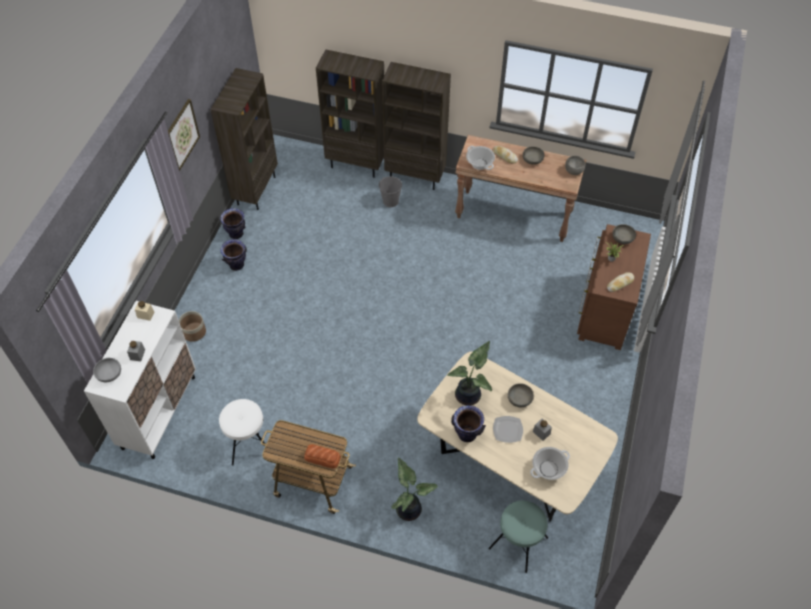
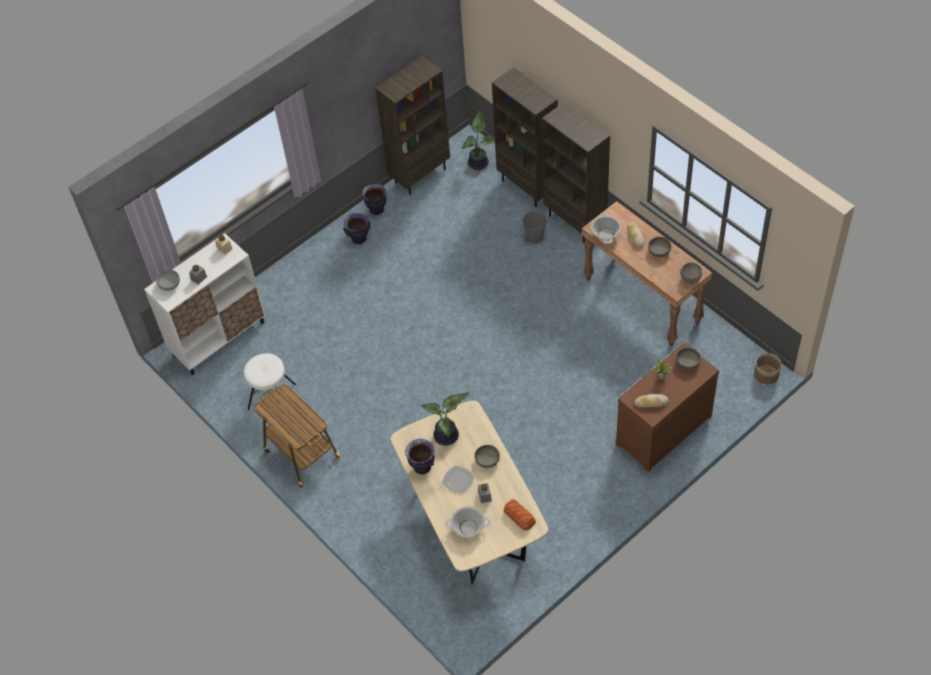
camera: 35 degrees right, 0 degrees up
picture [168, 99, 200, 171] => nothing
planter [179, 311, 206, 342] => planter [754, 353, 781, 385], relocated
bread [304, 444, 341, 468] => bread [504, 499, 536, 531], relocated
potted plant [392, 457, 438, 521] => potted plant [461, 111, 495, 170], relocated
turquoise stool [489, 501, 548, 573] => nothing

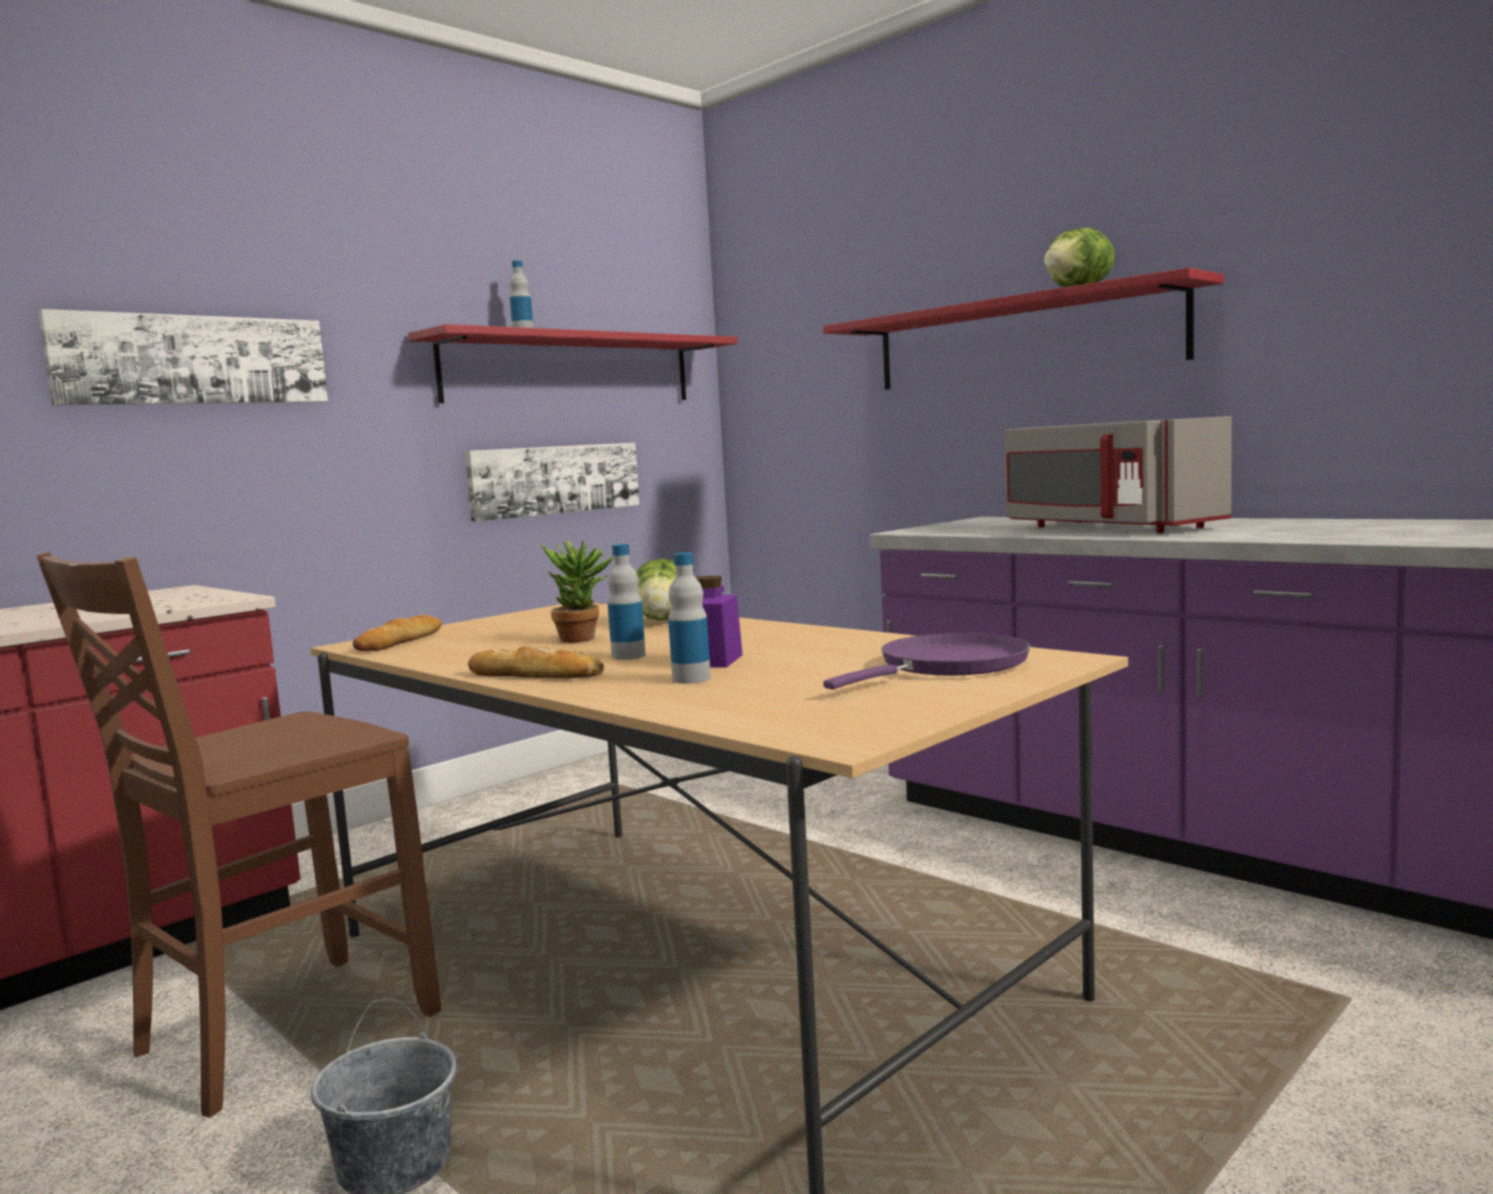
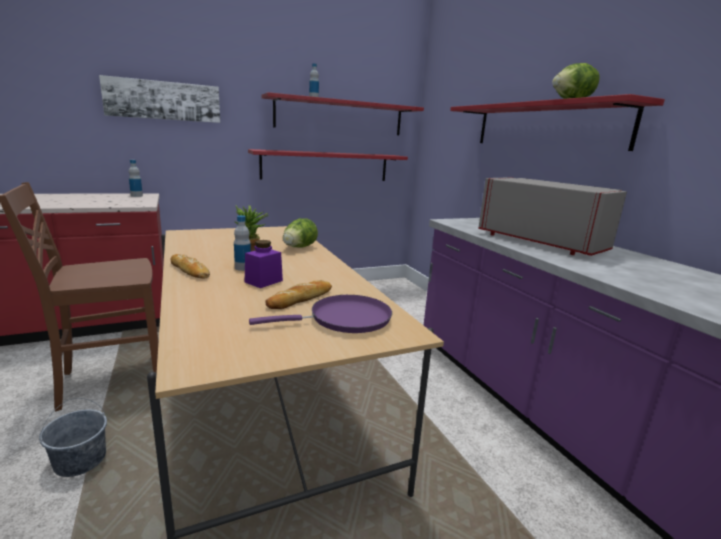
camera: 20 degrees right, 10 degrees up
bread [353, 615, 442, 651] => bread [265, 280, 332, 309], relocated
picture [465, 443, 640, 522] => red shelf [248, 149, 408, 181]
bottle [668, 552, 711, 684] => bottle [129, 160, 143, 197], relocated
grey microwave [1004, 416, 1232, 533] => grey microwave [478, 177, 627, 256], 150 degrees clockwise

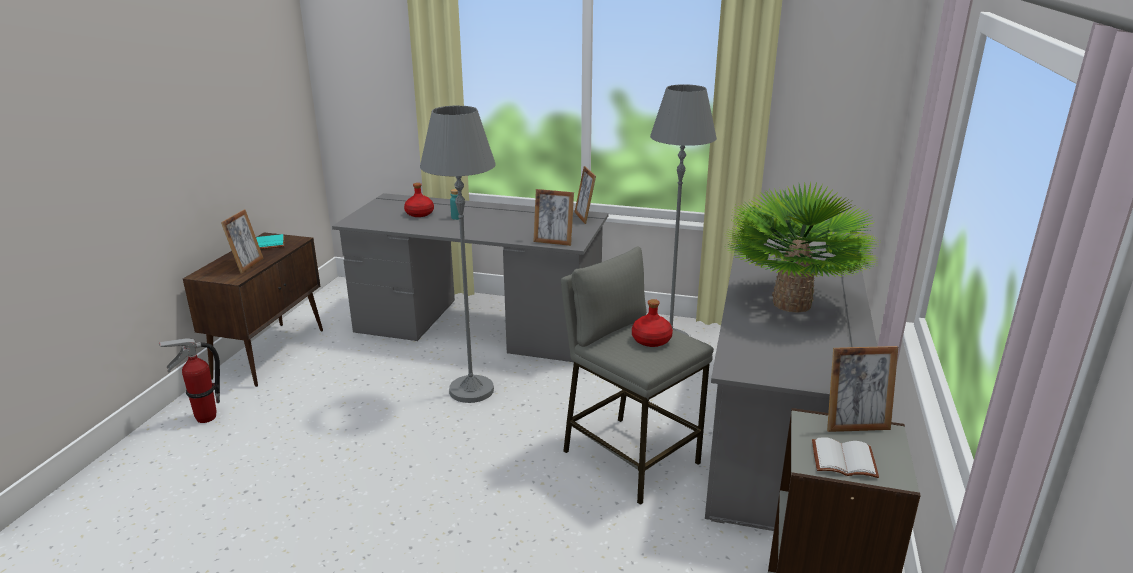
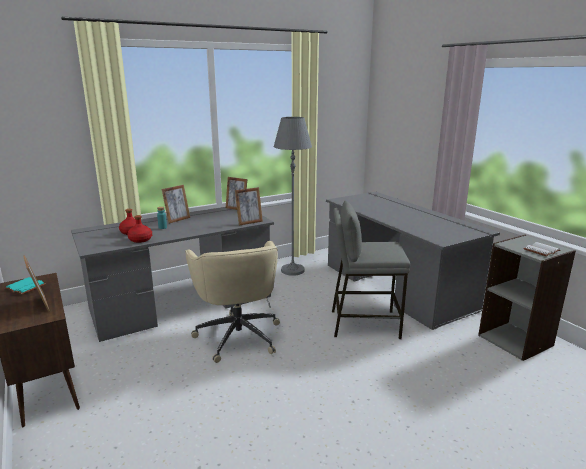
camera: 45 degrees left, 5 degrees down
fire extinguisher [159, 338, 220, 423] => nothing
grey floor lamp [420, 106, 496, 403] => beige office chair [185, 241, 280, 363]
red bottle [632, 299, 673, 347] => red bottle [127, 215, 152, 243], relocated
potted plant [726, 182, 875, 313] => nothing
picture frame [827, 346, 898, 432] => picture frame [162, 185, 190, 224], relocated

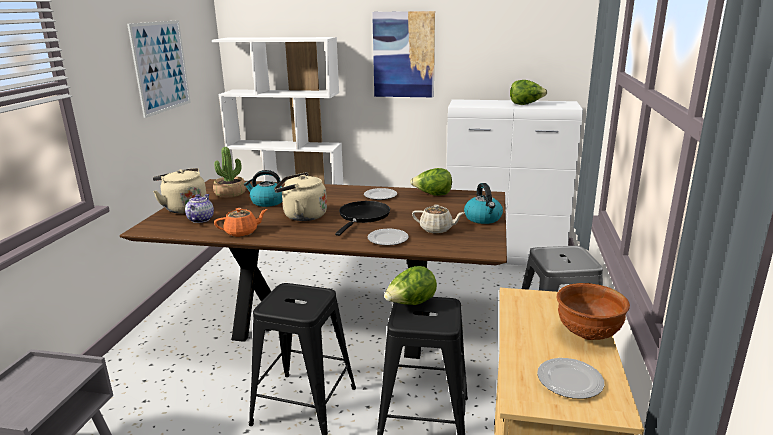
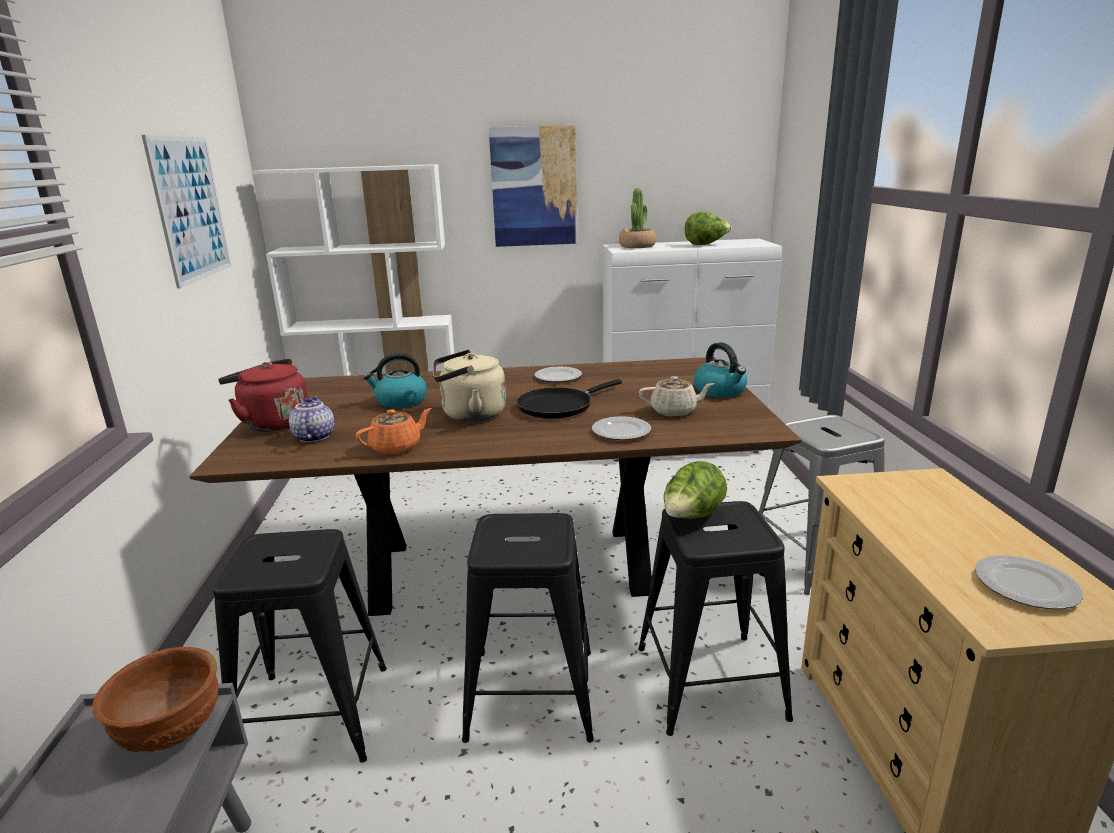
camera: 15 degrees left, 0 degrees up
beige kettle [153, 168, 206, 213] => red kettle [218, 359, 308, 432]
potted plant [213, 147, 246, 197] => potted plant [619, 188, 656, 248], relocated
black frying pan [335, 201, 390, 236] => black frying pan [517, 379, 622, 419], 135 degrees counterclockwise
lettuce [410, 168, 452, 196] => nothing
brown bowl [557, 283, 630, 340] => brown bowl [92, 647, 219, 752], relocated
nothing => black stool [213, 529, 387, 763]

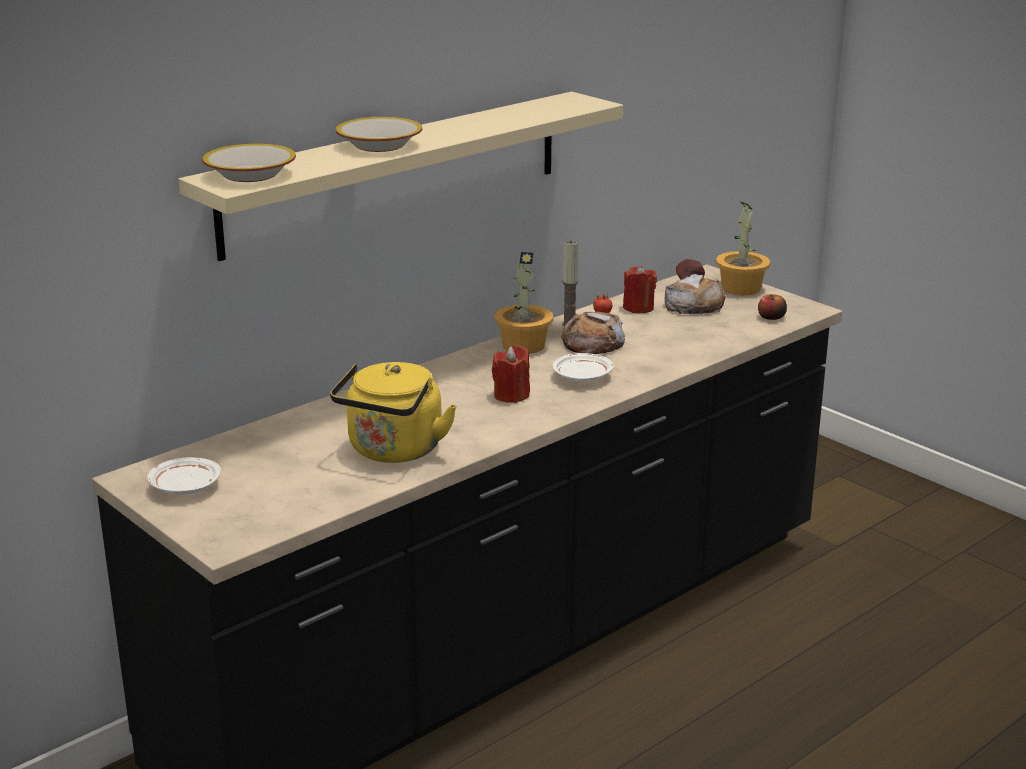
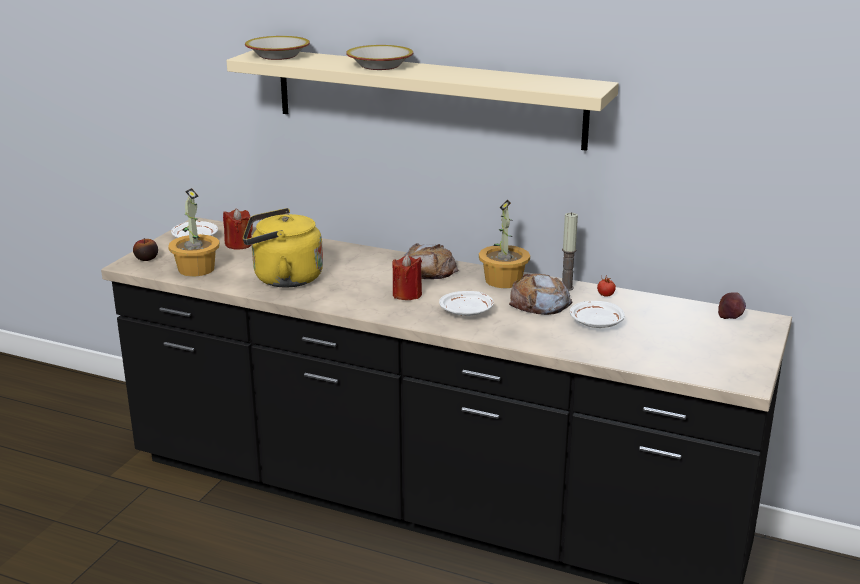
camera: 65 degrees right, 0 degrees up
red candle [623, 265, 657, 313] => red candle [223, 209, 253, 250], relocated
bread [665, 274, 726, 314] => bread [403, 243, 458, 279], relocated
potted plant [716, 202, 771, 295] => potted plant [168, 188, 220, 277], relocated
apple [758, 294, 787, 320] => apple [133, 238, 158, 261], relocated
nothing => white plate [570, 301, 625, 328]

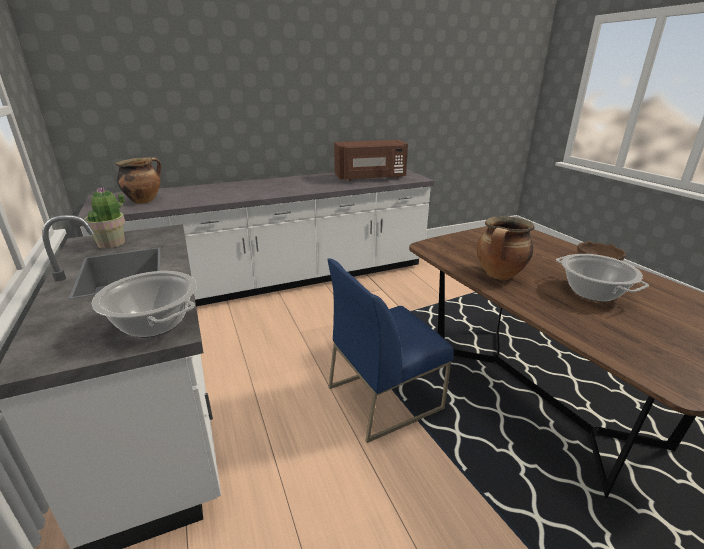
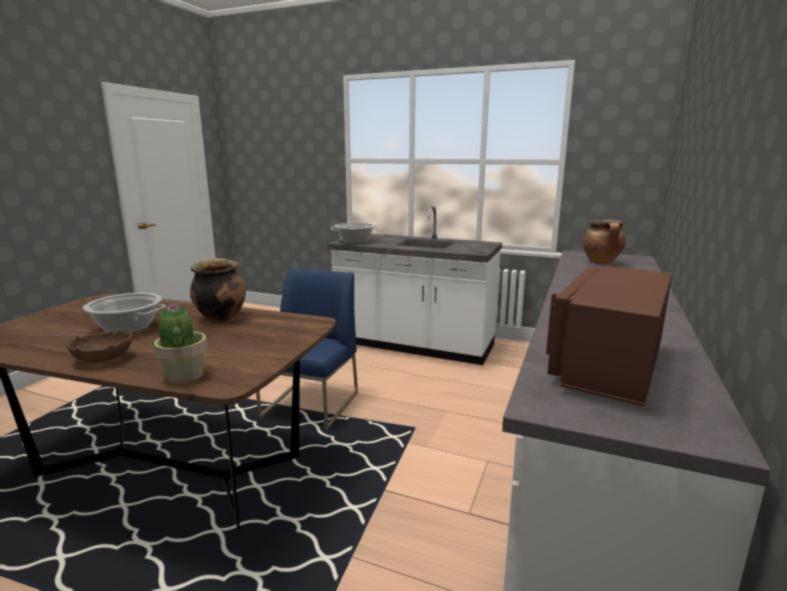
camera: 135 degrees right, 10 degrees down
potted plant [84, 188, 125, 249] => potted plant [154, 303, 207, 384], relocated

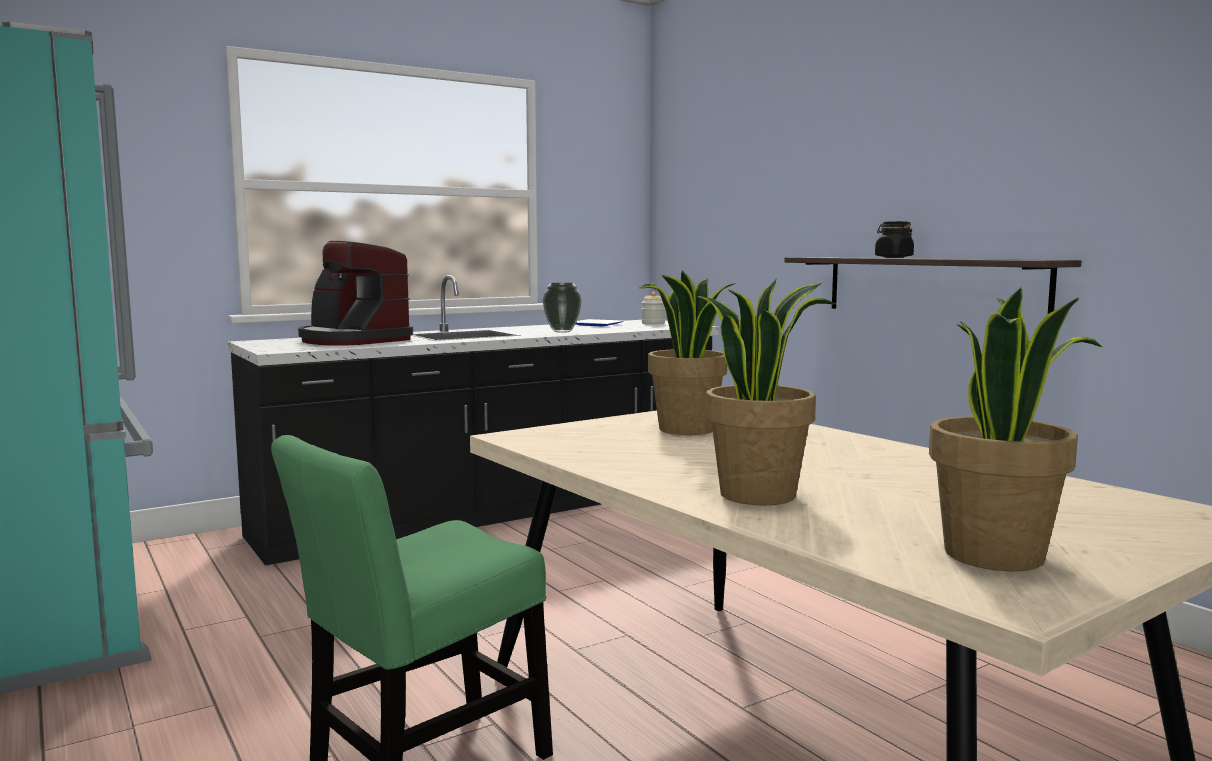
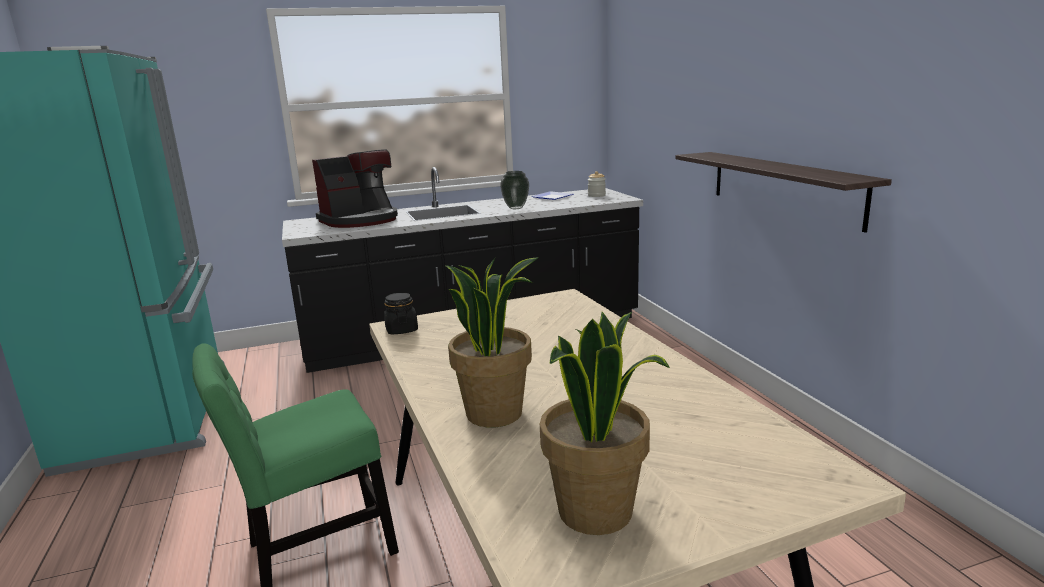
camera: 15 degrees right, 10 degrees up
coffee machine [298, 241, 413, 346] => coffee machine [312, 149, 398, 228], 90 degrees counterclockwise
potted plant [639, 271, 736, 435] => nothing
black jar [875, 221, 914, 258] => black jar [384, 293, 418, 335], relocated

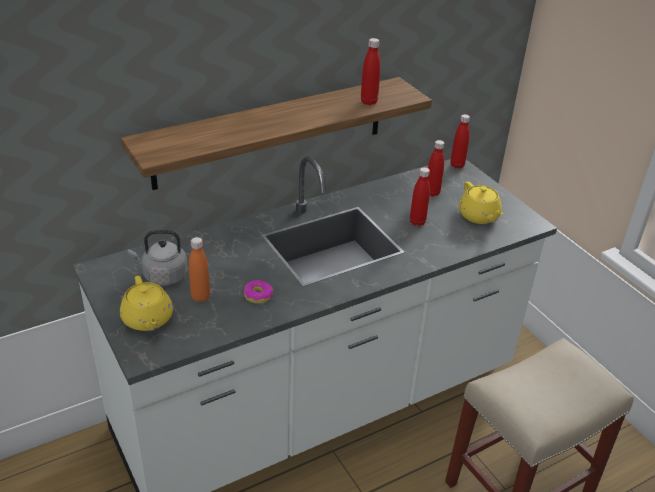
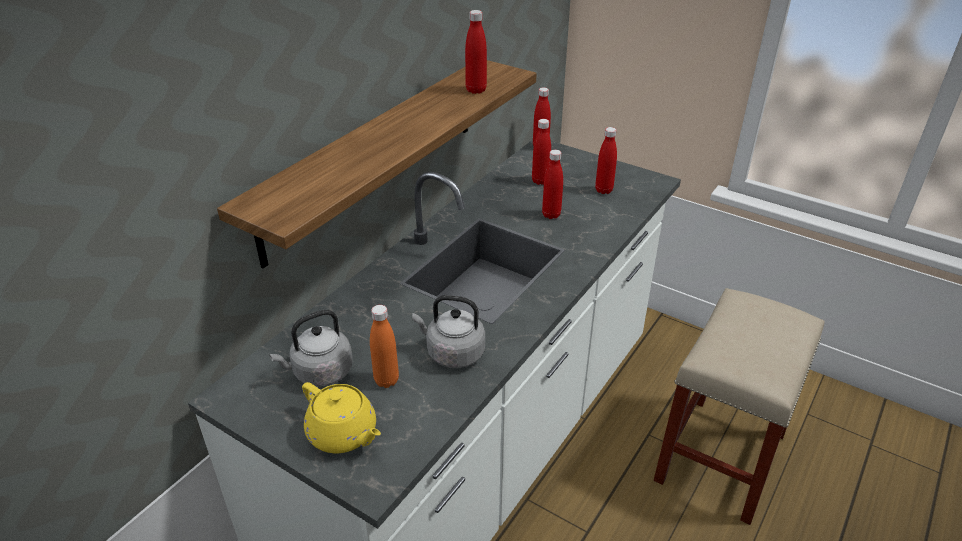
camera: 25 degrees left, 0 degrees up
donut [244, 280, 274, 304] => grey kettle [412, 295, 485, 368]
yellow teapot [459, 181, 503, 224] => red bottle [595, 127, 617, 194]

